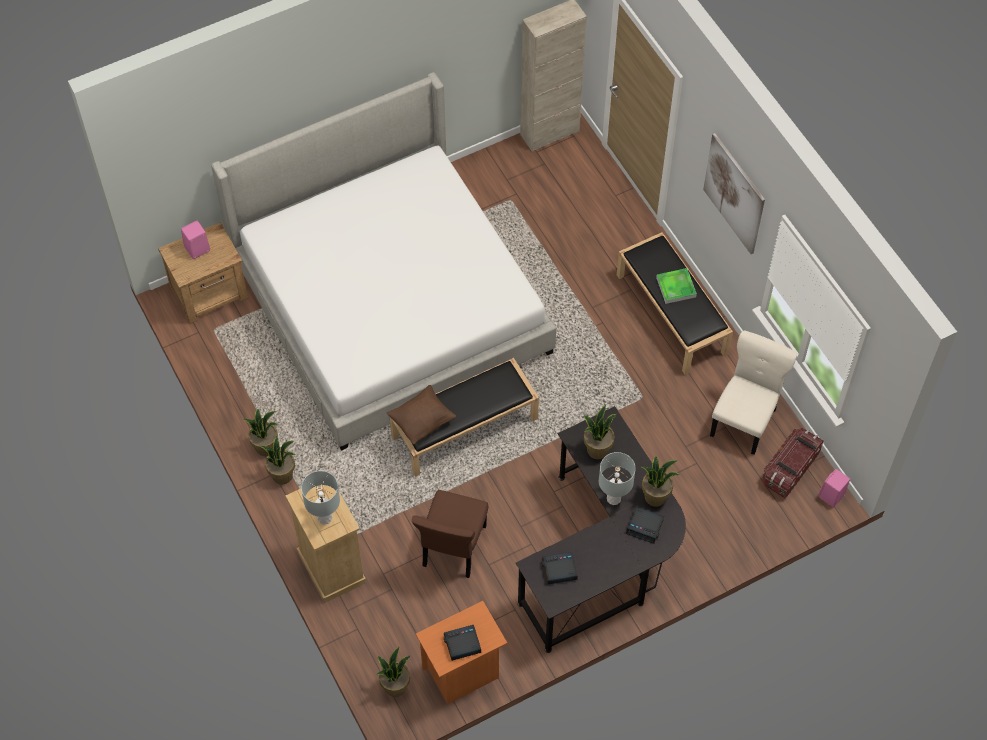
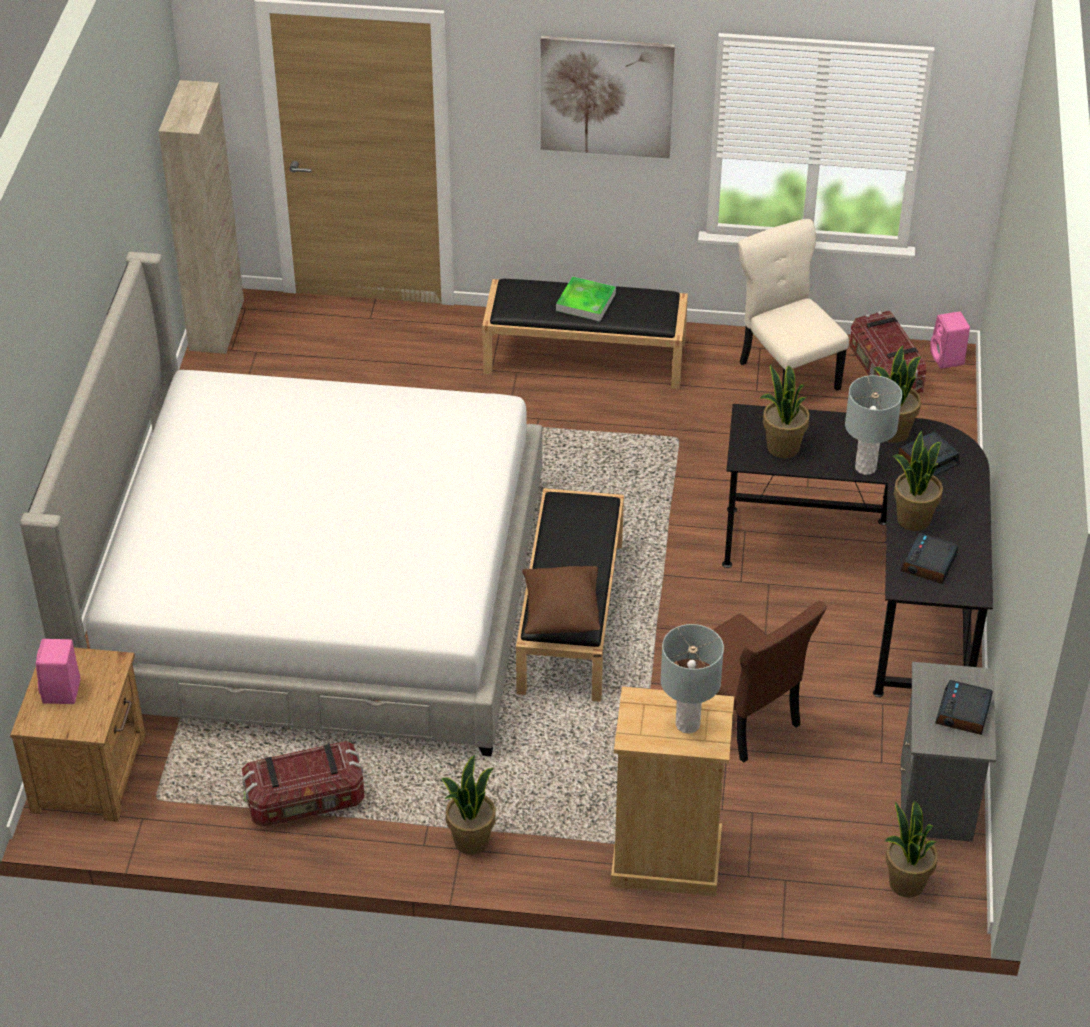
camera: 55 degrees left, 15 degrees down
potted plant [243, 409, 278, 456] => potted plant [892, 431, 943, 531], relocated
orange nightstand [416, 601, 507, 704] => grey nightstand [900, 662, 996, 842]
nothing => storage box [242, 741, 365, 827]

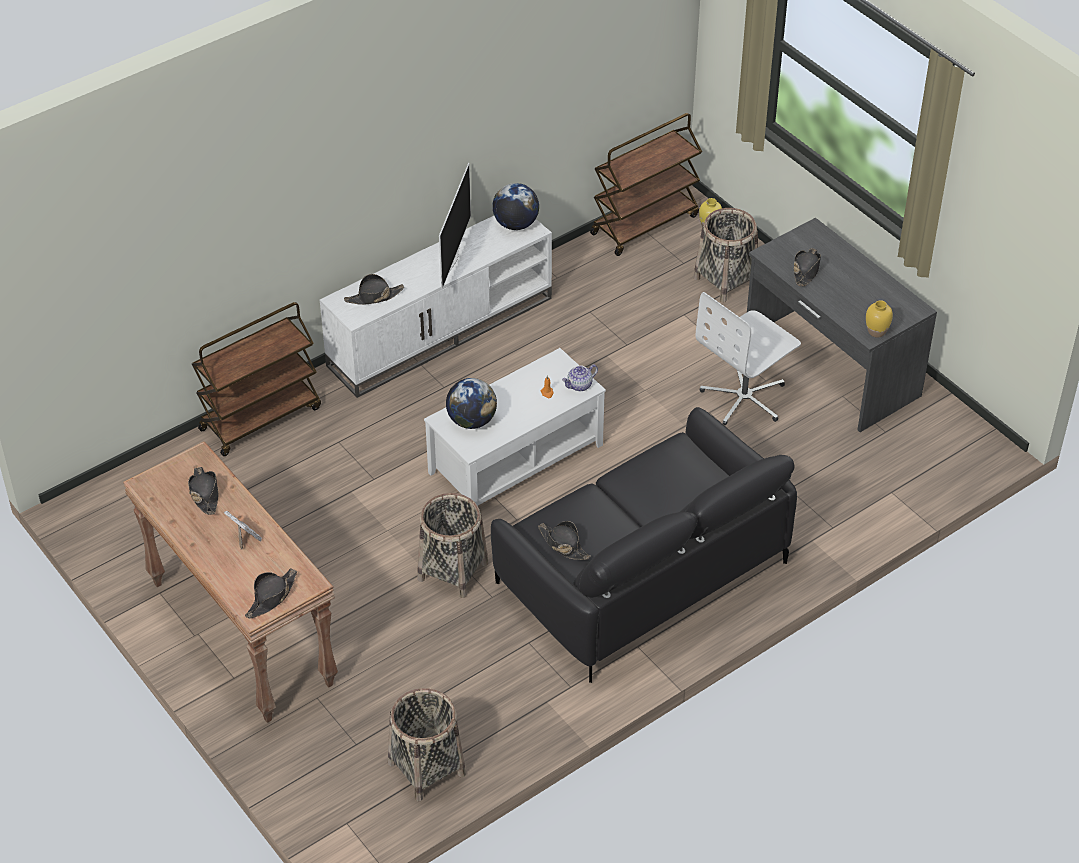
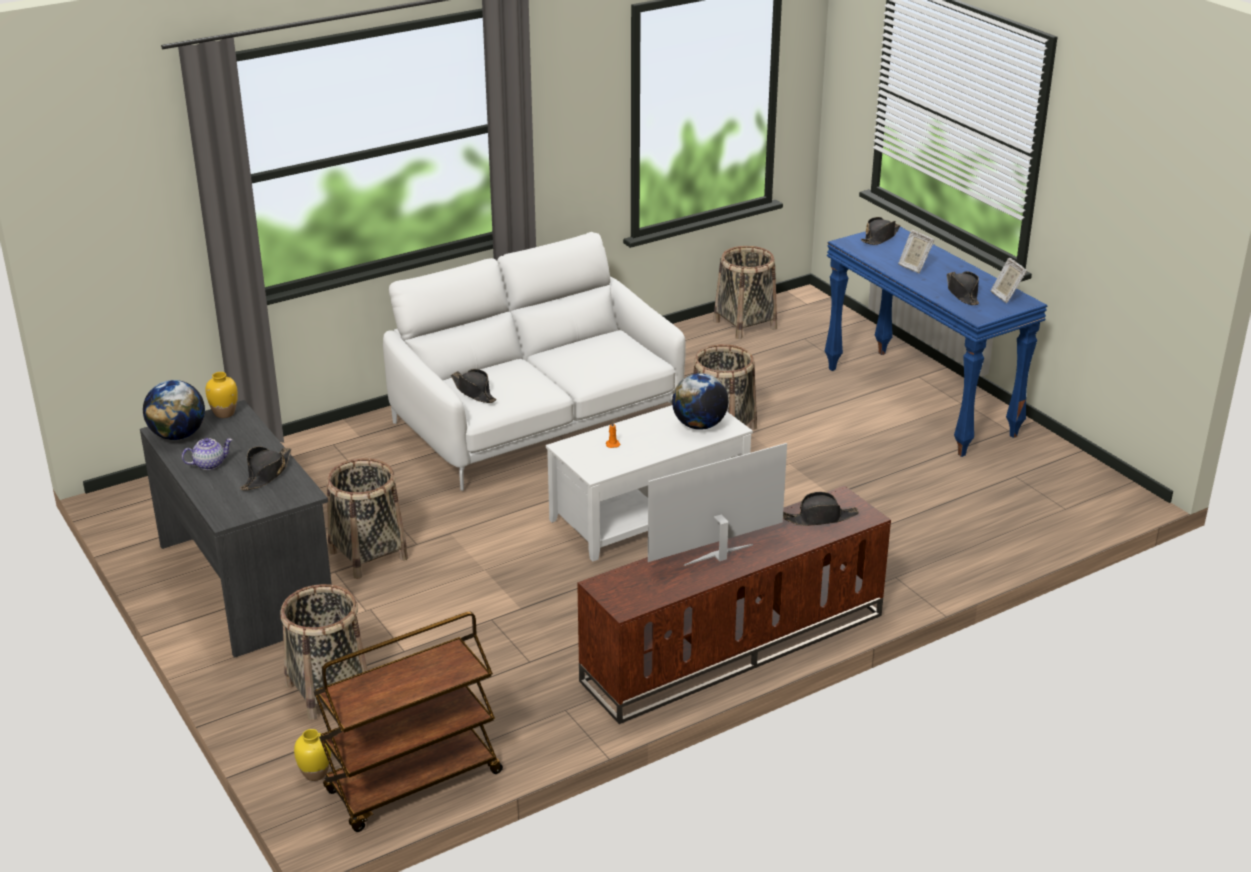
camera: 175 degrees left, 15 degrees down
brown console table [123, 441, 338, 723] => blue console table [825, 227, 1047, 457]
brown cart [192, 302, 321, 456] => nothing
white tv stand [320, 216, 552, 398] => brown tv stand [577, 486, 891, 724]
television [439, 163, 471, 289] => television [648, 443, 787, 566], 45 degrees clockwise
black sofa [491, 407, 797, 683] => white sofa [383, 232, 686, 491]
globe [492, 183, 539, 230] => globe [143, 380, 205, 440], relocated
black hat [538, 521, 591, 560] => black hat [451, 369, 496, 403], relocated
teapot [562, 364, 598, 391] => teapot [182, 438, 232, 470], relocated
white office chair [695, 292, 801, 425] => basket [327, 458, 408, 579]
nothing => picture frame [991, 258, 1027, 303]

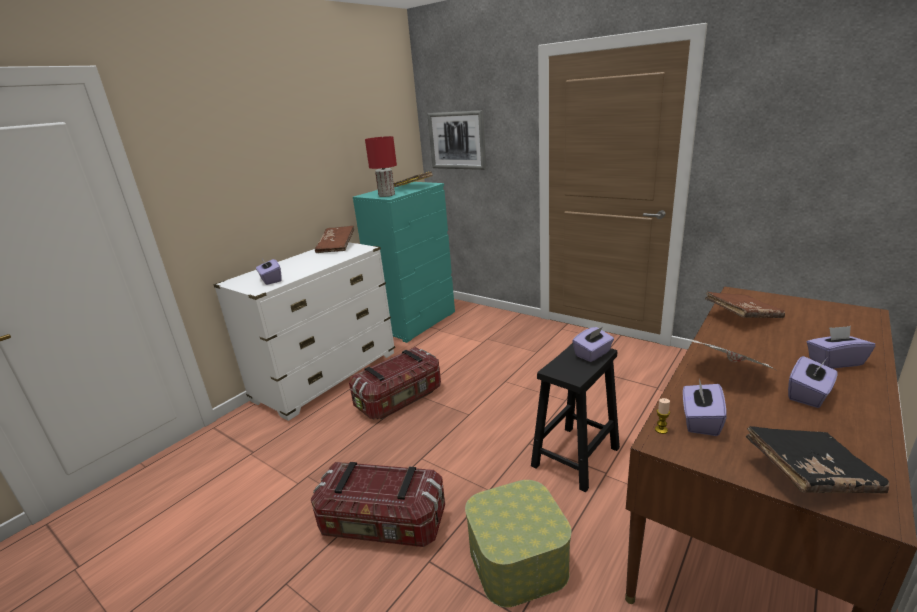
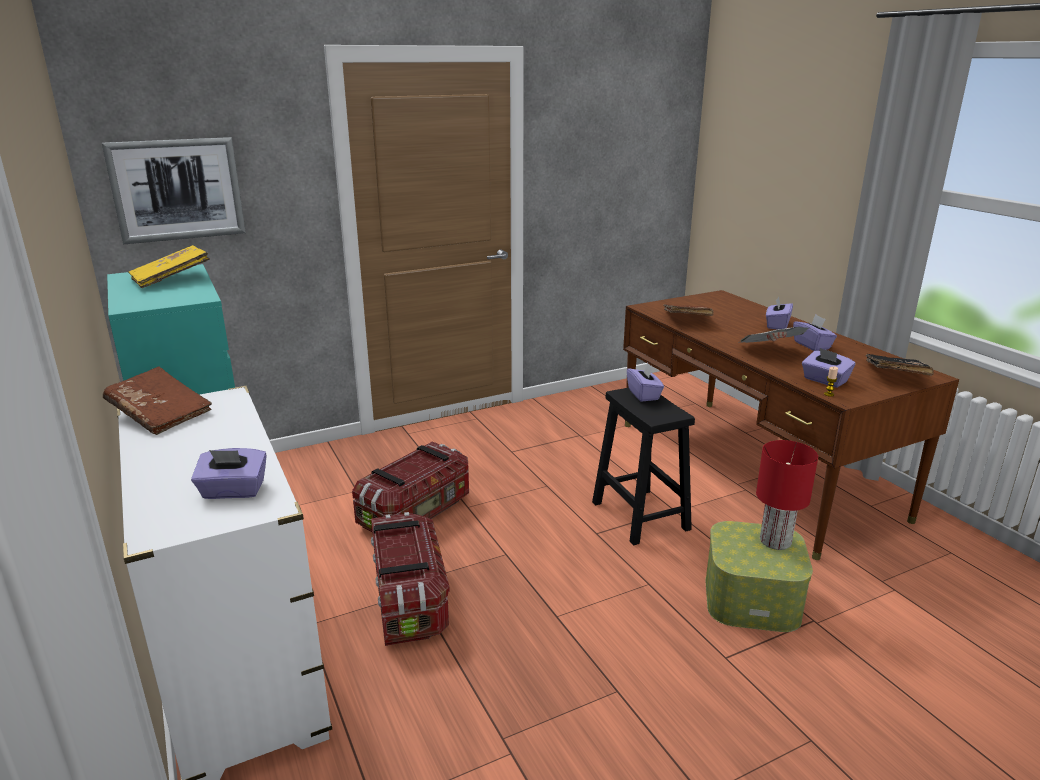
camera: 65 degrees left, 0 degrees up
storage box [311, 462, 445, 547] => storage box [352, 442, 469, 532], relocated
red table lamp [365, 136, 397, 197] => red table lamp [756, 440, 818, 550], relocated

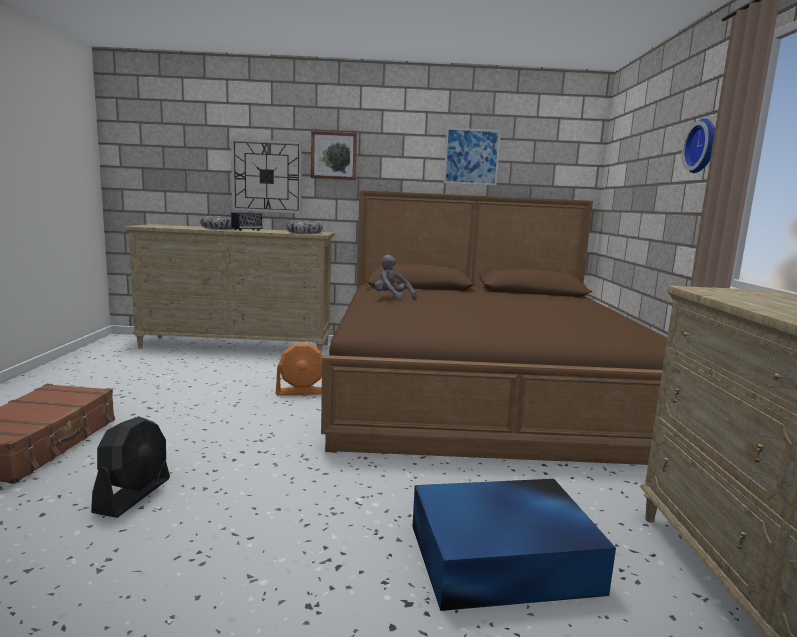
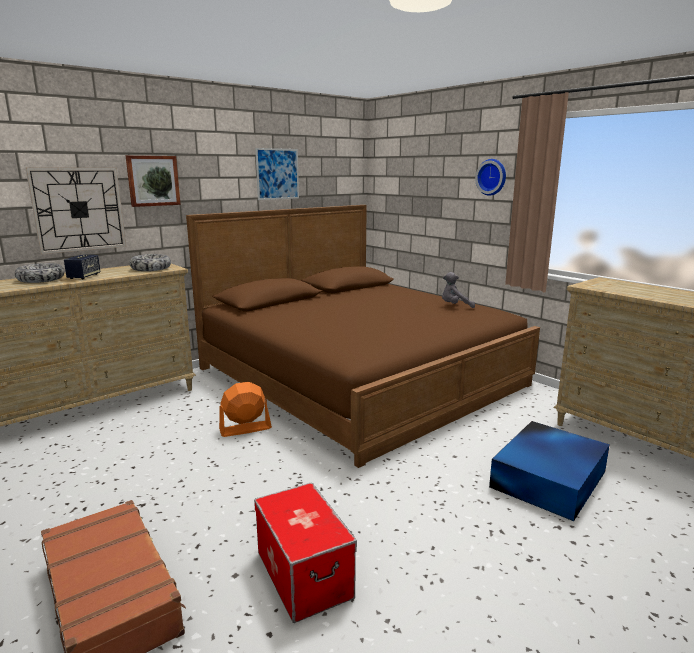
camera: 40 degrees left, 5 degrees up
black fan [91, 416, 170, 518] => storage box [254, 482, 357, 623]
orange fan [276, 343, 323, 395] => orange fan [219, 382, 272, 437], 150 degrees counterclockwise
grey plush toy [374, 255, 417, 301] => grey plush toy [442, 272, 475, 308], relocated

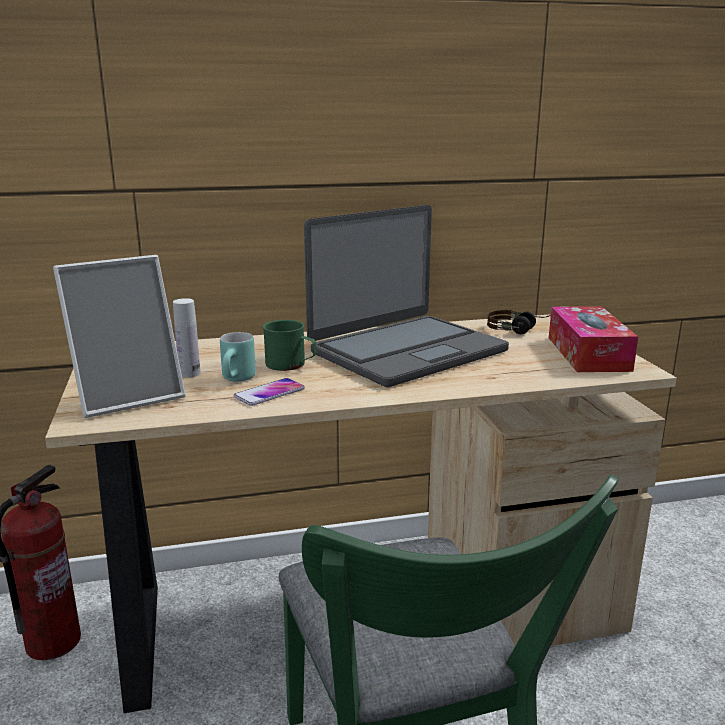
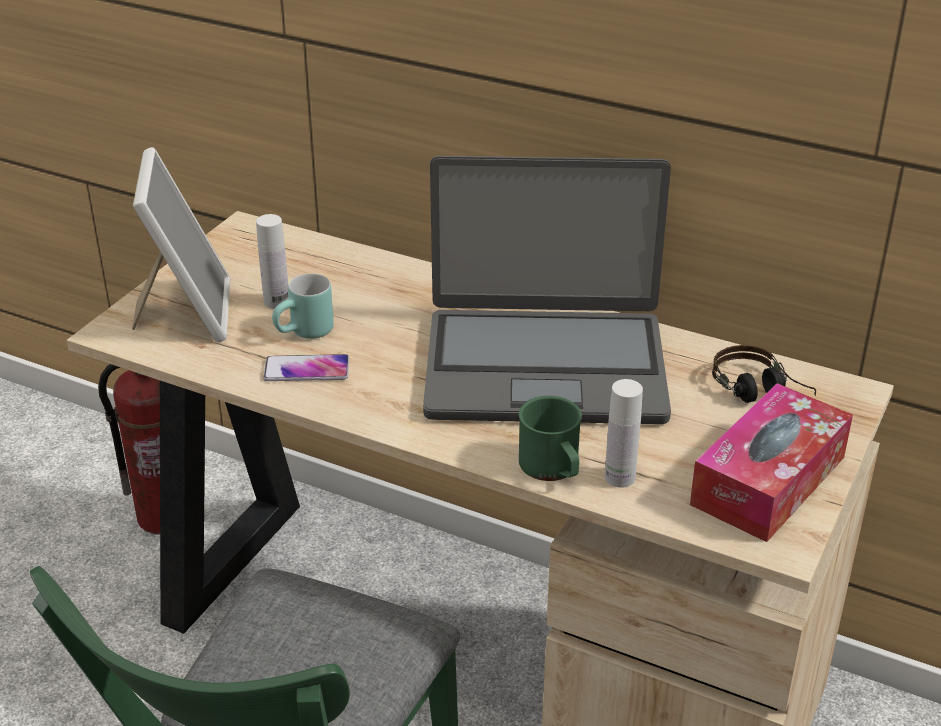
camera: 40 degrees right, 15 degrees up
picture frame [53, 255, 185, 418] => picture frame [132, 147, 230, 342], 105 degrees counterclockwise
green mug [263, 320, 317, 371] => green mug [519, 396, 582, 481], relocated
nothing => white bottle [605, 379, 643, 488]

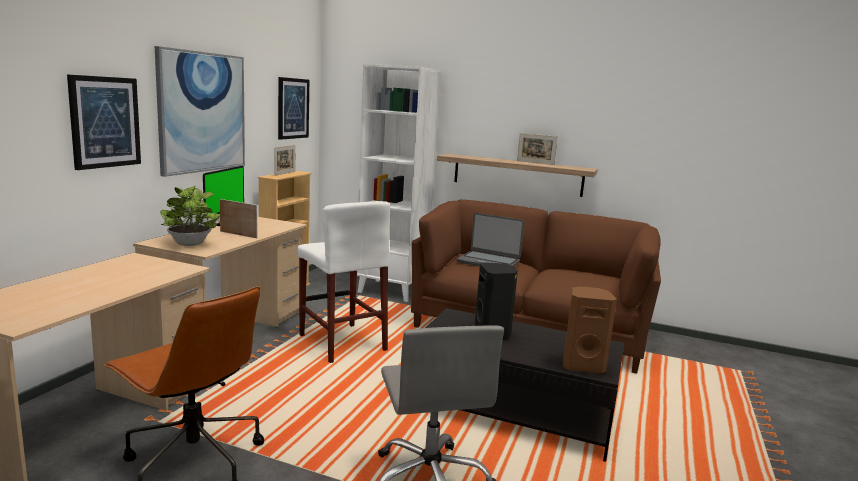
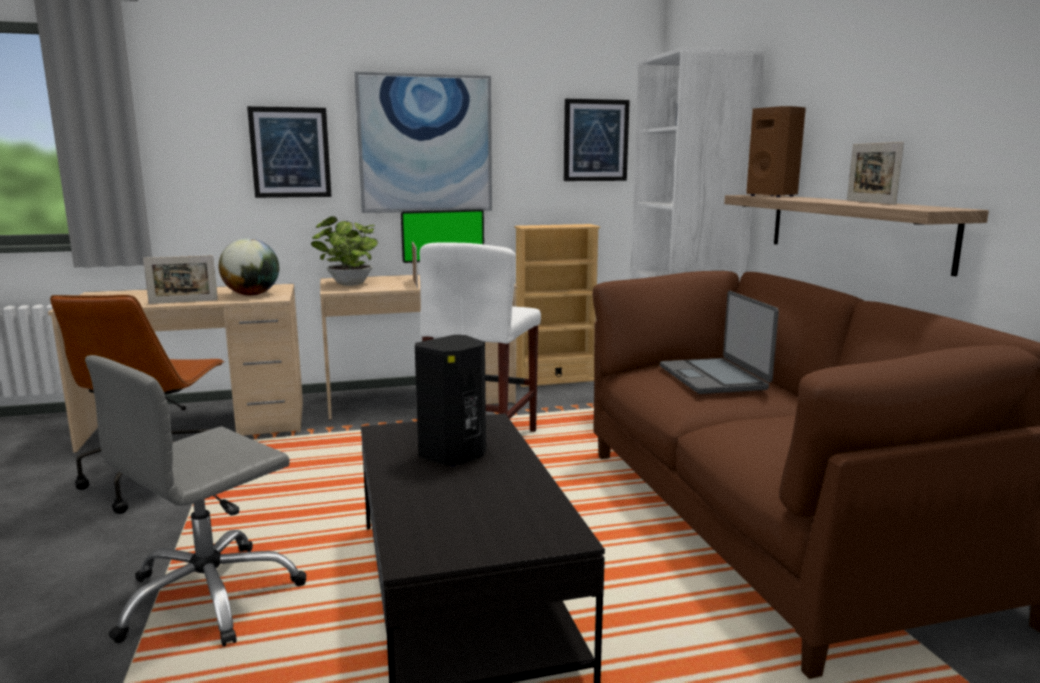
camera: 55 degrees right, 0 degrees up
picture frame [274, 145, 296, 176] => picture frame [143, 255, 218, 304], relocated
brown speaker [563, 286, 617, 373] => brown speaker [746, 106, 806, 197], relocated
nothing => globe [219, 238, 279, 296]

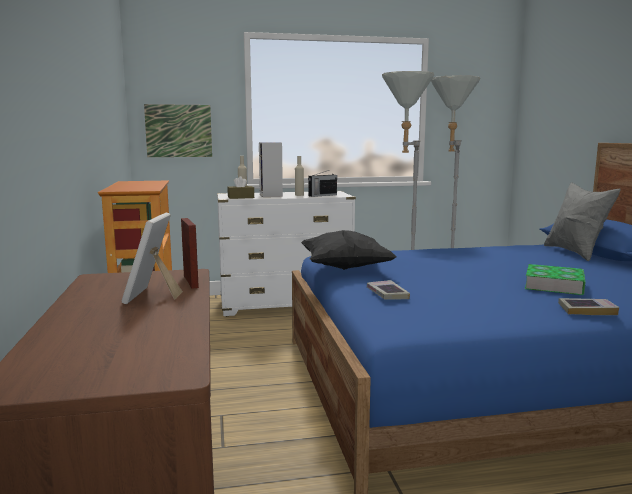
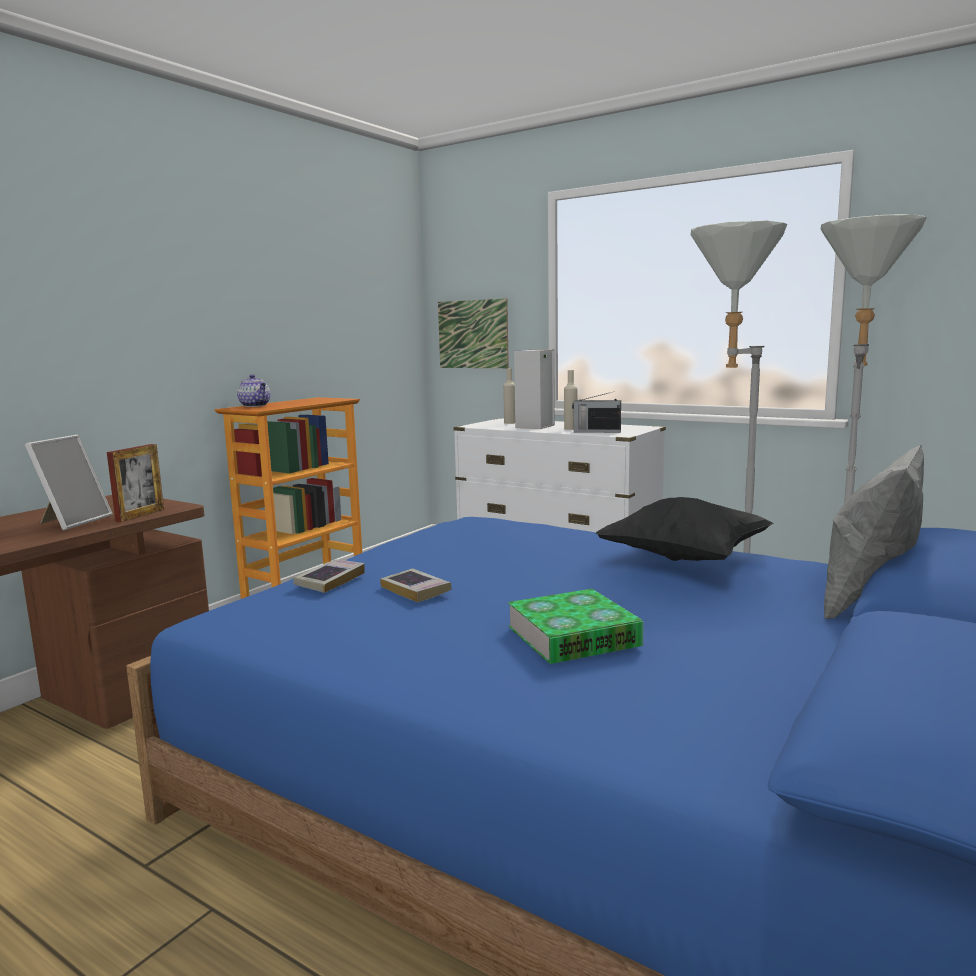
camera: 45 degrees right, 0 degrees up
picture frame [122, 213, 182, 304] => picture frame [25, 435, 113, 530], 150 degrees clockwise
brown tissue box [228, 176, 254, 199] => nothing
black pillow [301, 230, 397, 270] => black pillow [595, 497, 774, 561], relocated
book [558, 298, 619, 315] => book [380, 569, 452, 602], relocated
nothing => teapot [237, 374, 270, 407]

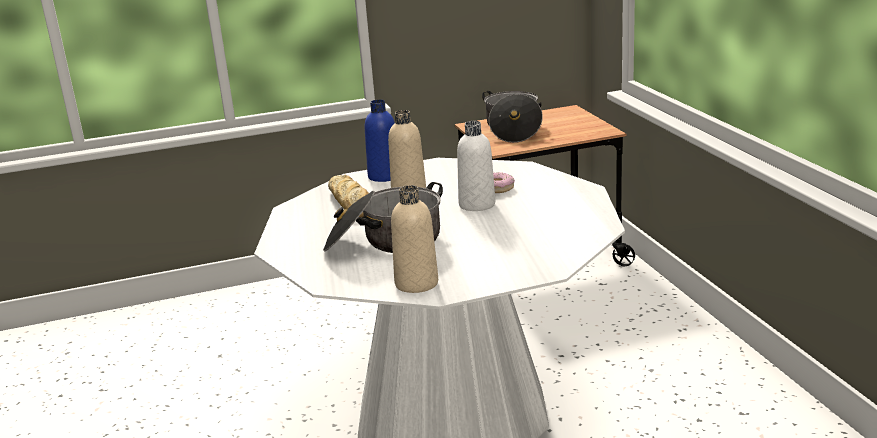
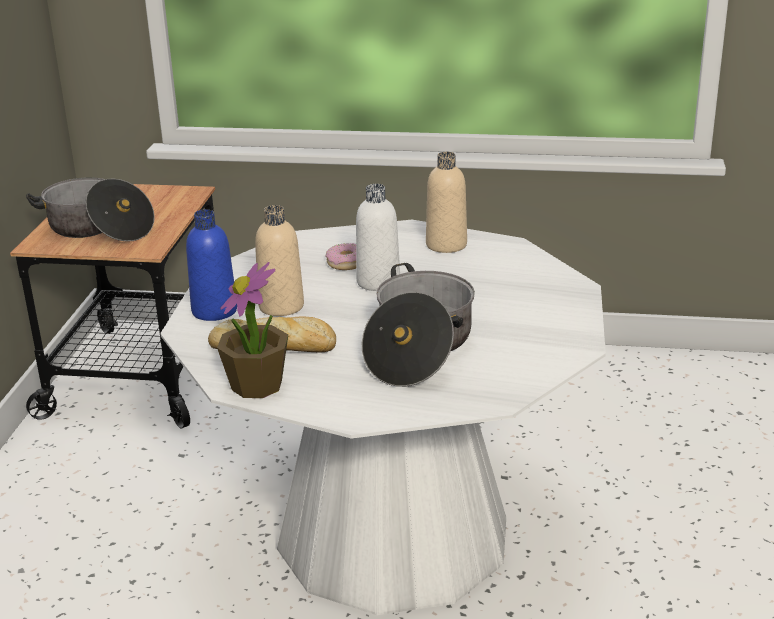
camera: 65 degrees left, 5 degrees up
beige bottle [391, 185, 438, 293] => beige bottle [426, 152, 467, 253], relocated
nothing => potted plant [217, 262, 288, 398]

